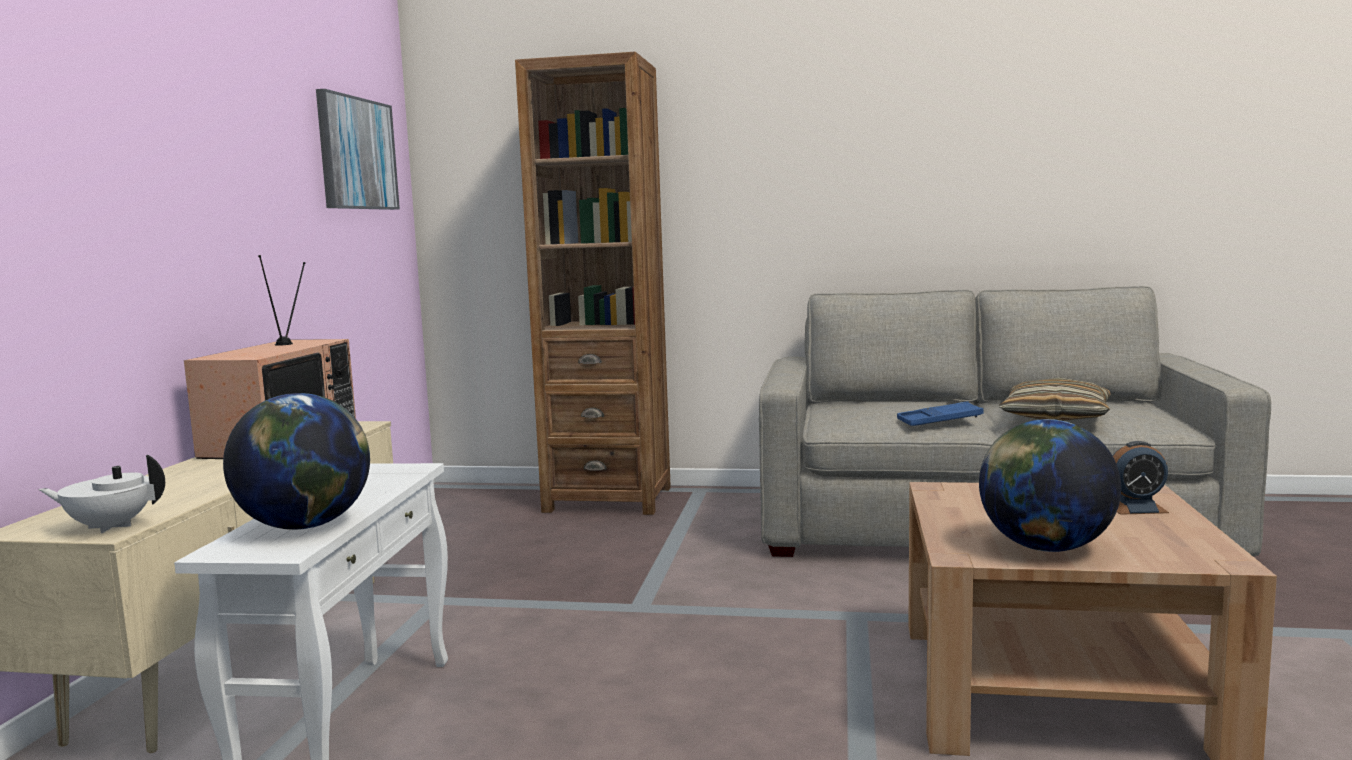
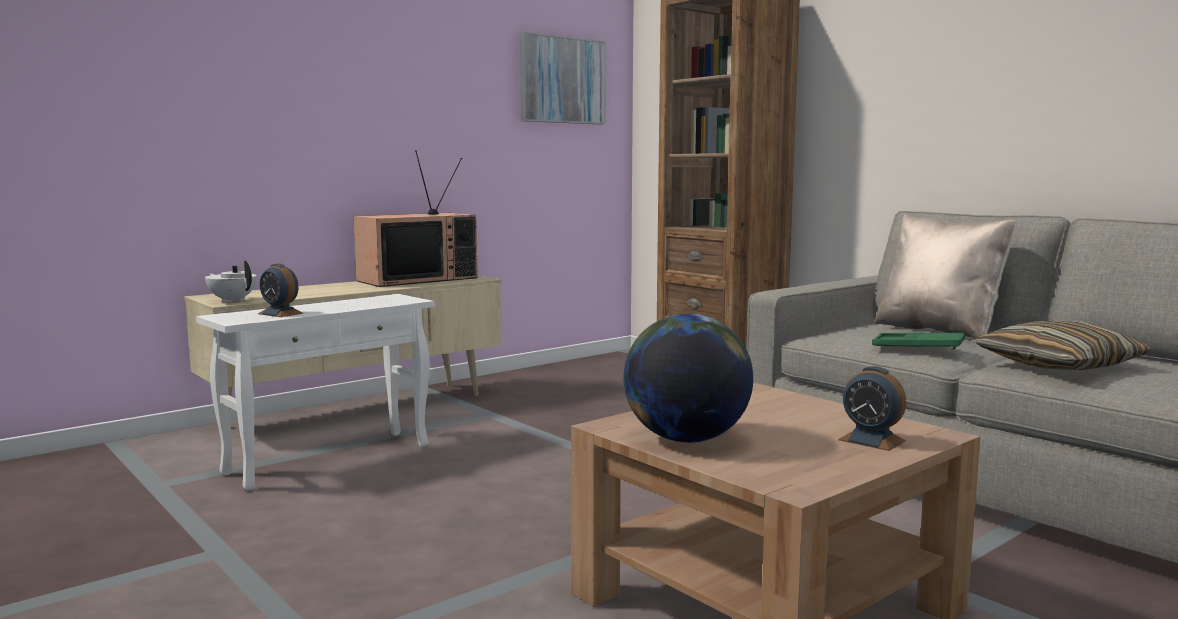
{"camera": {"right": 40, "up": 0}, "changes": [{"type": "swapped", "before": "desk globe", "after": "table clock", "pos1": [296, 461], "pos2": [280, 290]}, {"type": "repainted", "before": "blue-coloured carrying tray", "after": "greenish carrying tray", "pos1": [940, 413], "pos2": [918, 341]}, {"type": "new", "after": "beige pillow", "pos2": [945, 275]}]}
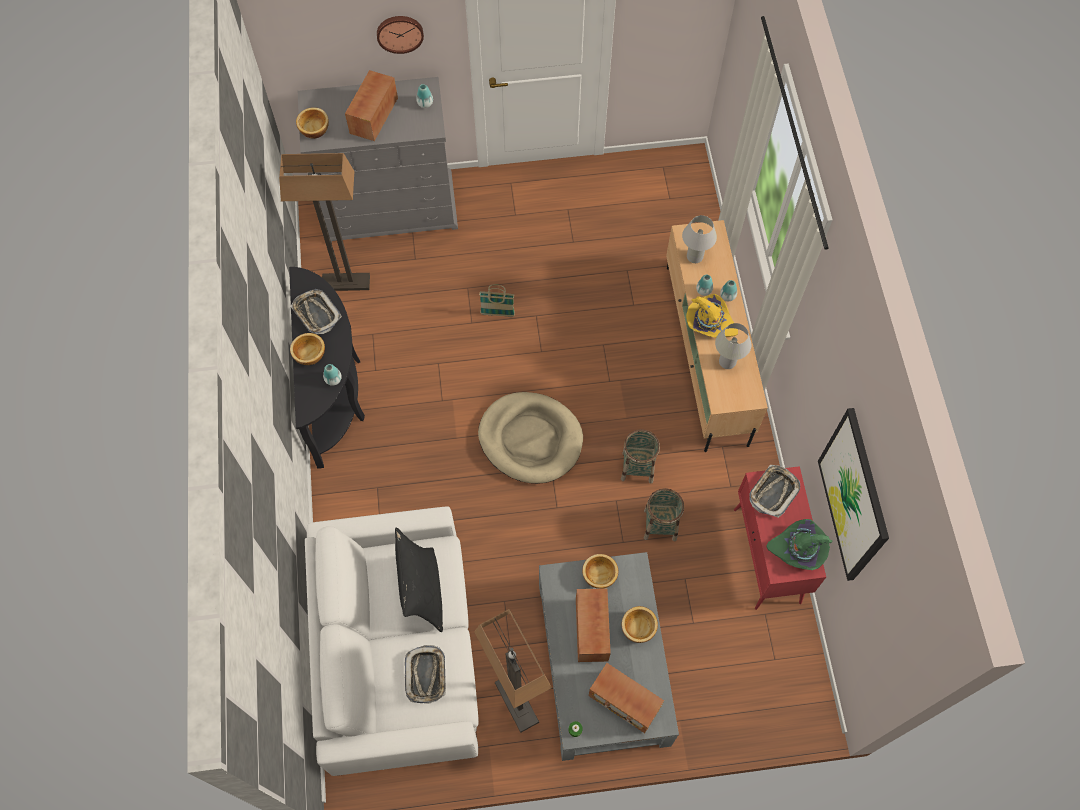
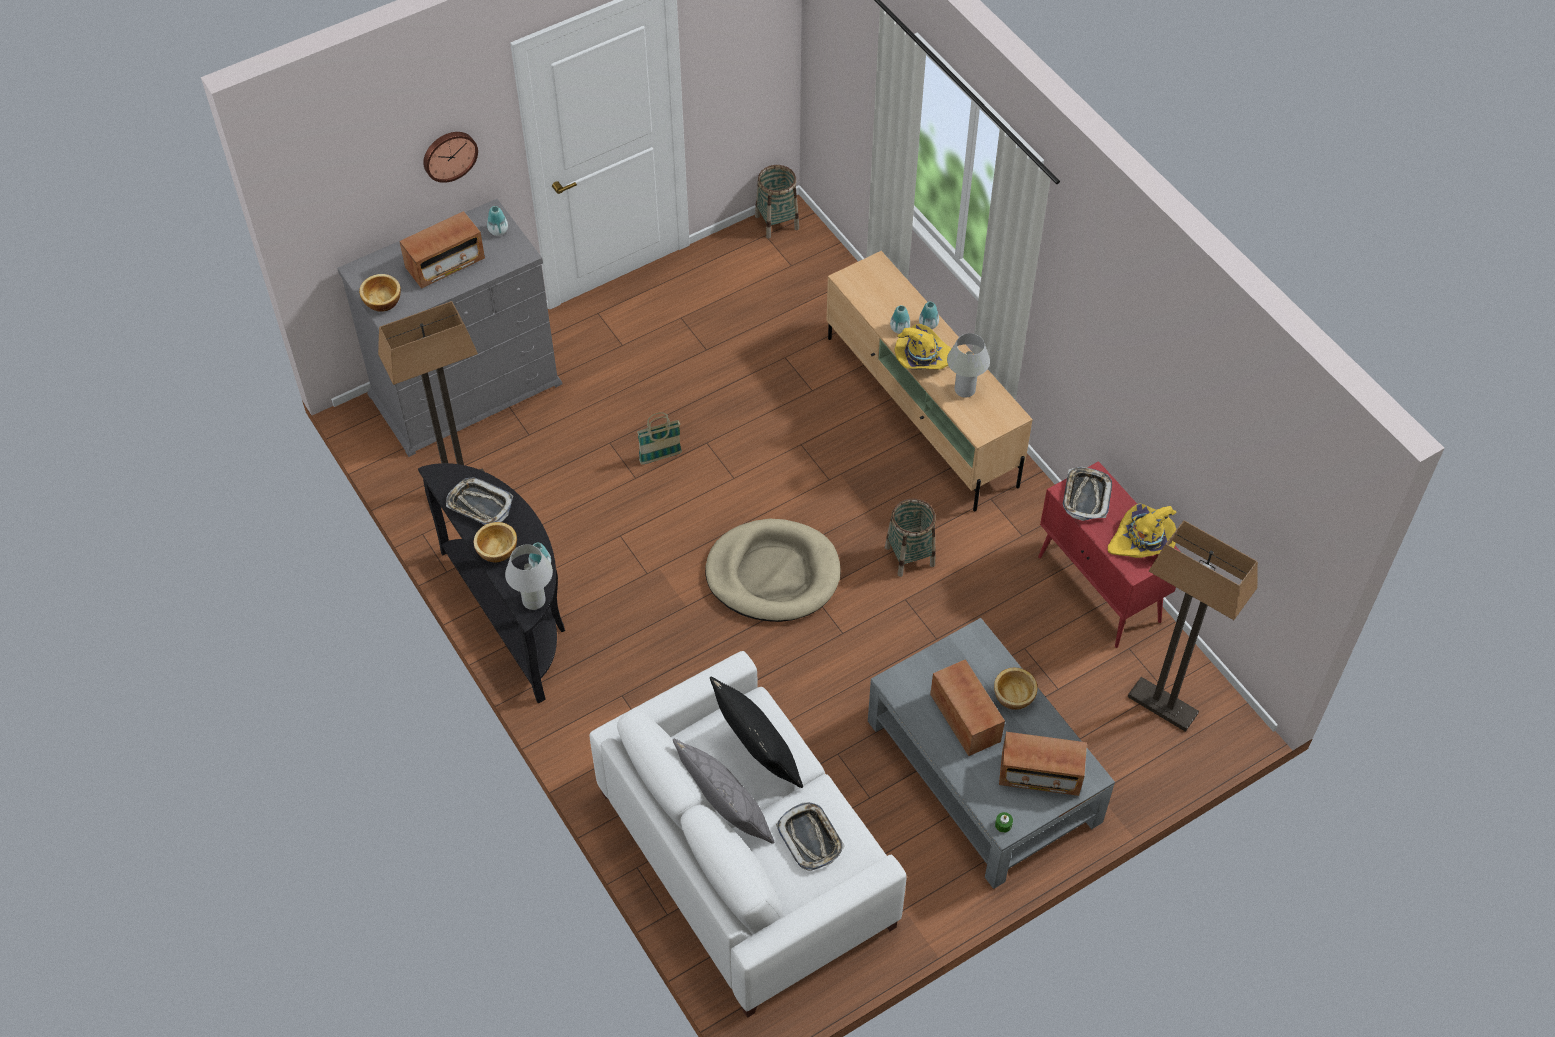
{"camera": {"right": -25, "up": -10}, "changes": [{"type": "rotated", "before": "radio set", "pos1": [371, 105], "pos2": [442, 250], "turn": -120}, {"type": "shifted", "before": "white-coloured lamp for a table", "pos1": [699, 239], "pos2": [529, 577]}, {"type": "gone", "before": "wall picture", "pos1": [853, 494]}, {"type": "shifted", "before": "basket", "pos1": [664, 515], "pos2": [777, 202]}, {"type": "repainted", "before": "greenish wearable hat", "after": "yellow wearable hat", "pos1": [799, 544], "pos2": [1142, 530]}, {"type": "gone", "before": "deep dish", "pos1": [600, 571]}, {"type": "shifted", "before": "standing lamp", "pos1": [513, 671], "pos2": [1193, 626]}, {"type": "new", "after": "greyish pillow", "pos2": [723, 791]}]}
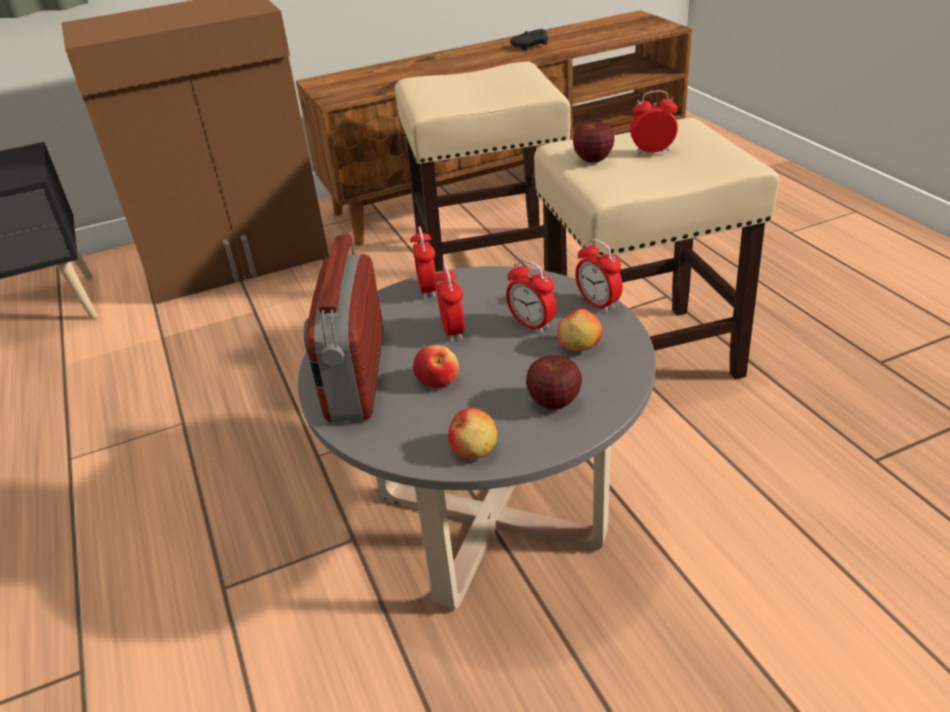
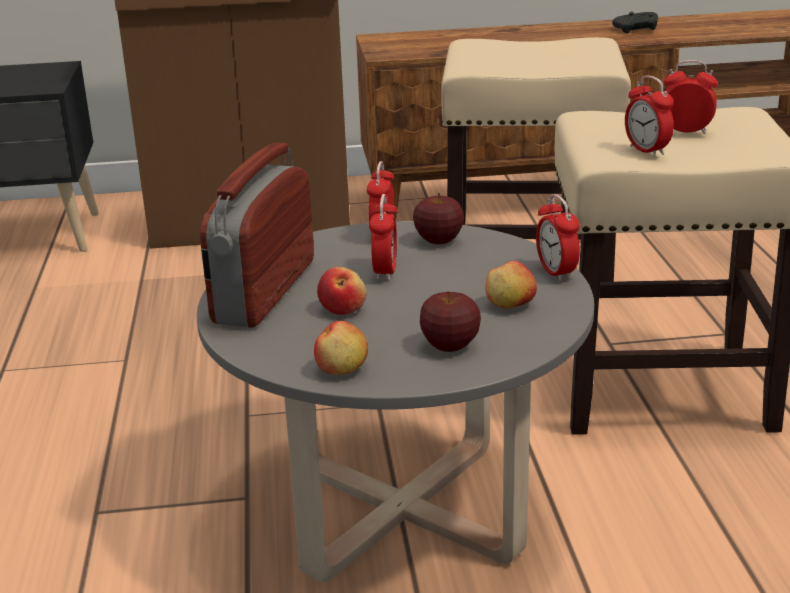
{"camera": {"right": 15, "up": -10}, "changes": [{"type": "shifted", "before": "apple fruit", "pos1": [593, 141], "pos2": [438, 218]}, {"type": "shifted", "before": "table clock", "pos1": [531, 296], "pos2": [649, 116]}]}
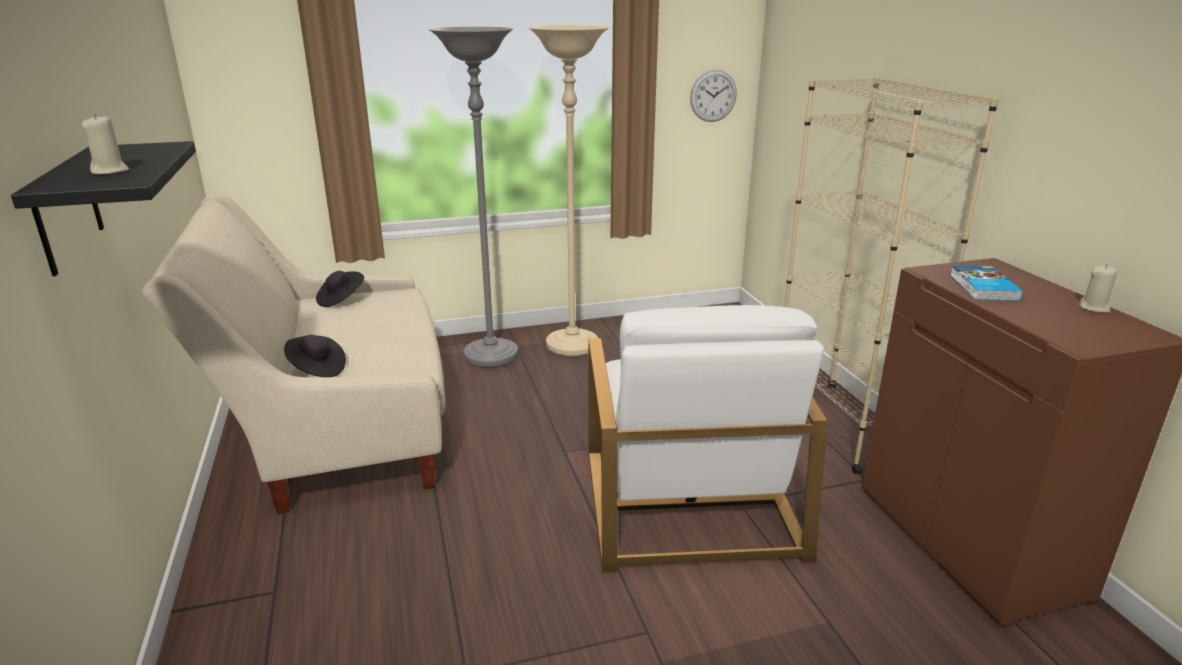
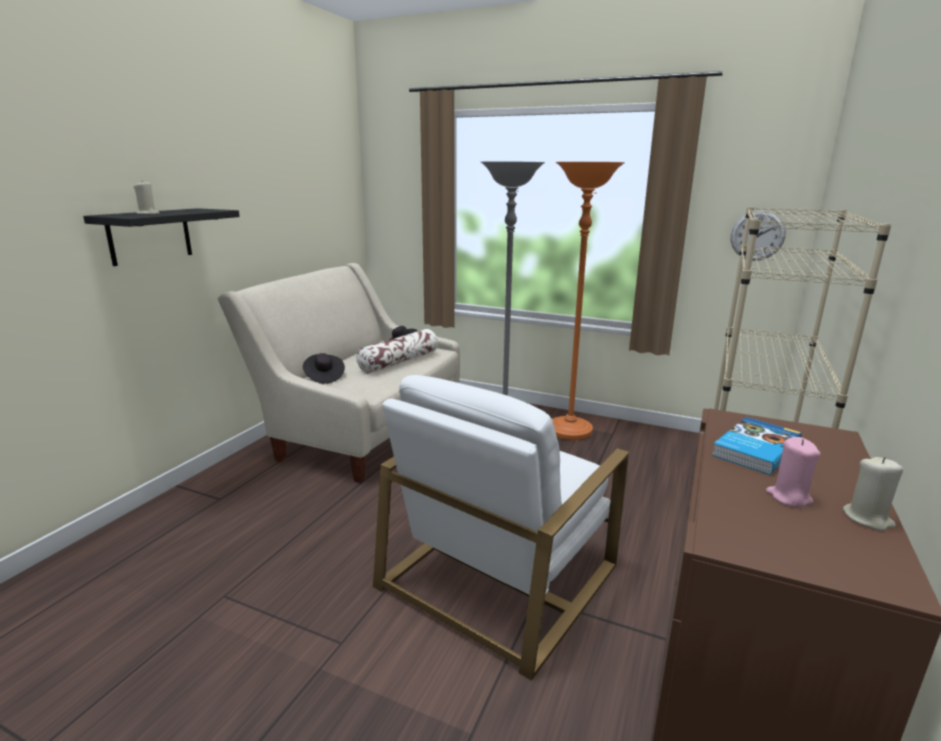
{"camera": {"right": 40, "up": -5}, "changes": [{"type": "repainted", "before": "beige standing lamp", "after": "orange standing lamp", "pos1": [568, 190], "pos2": [588, 301]}, {"type": "new", "after": "pillow", "pos2": [397, 351]}, {"type": "new", "after": "pinkish wax candle", "pos2": [793, 472]}]}
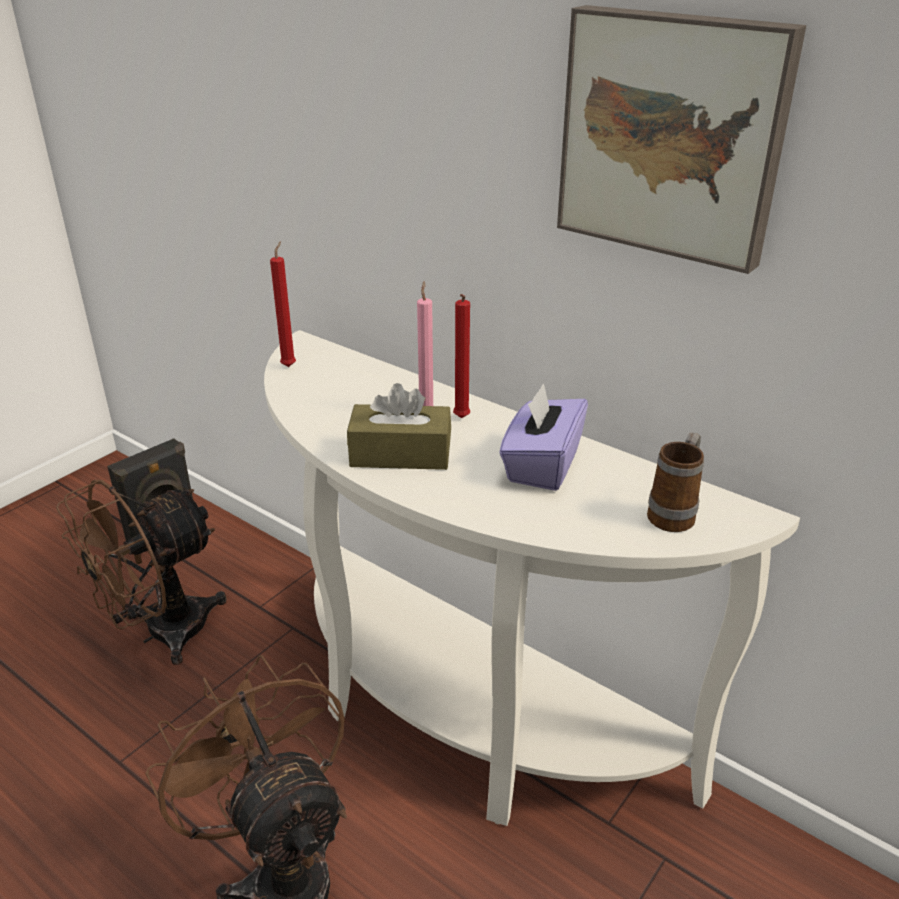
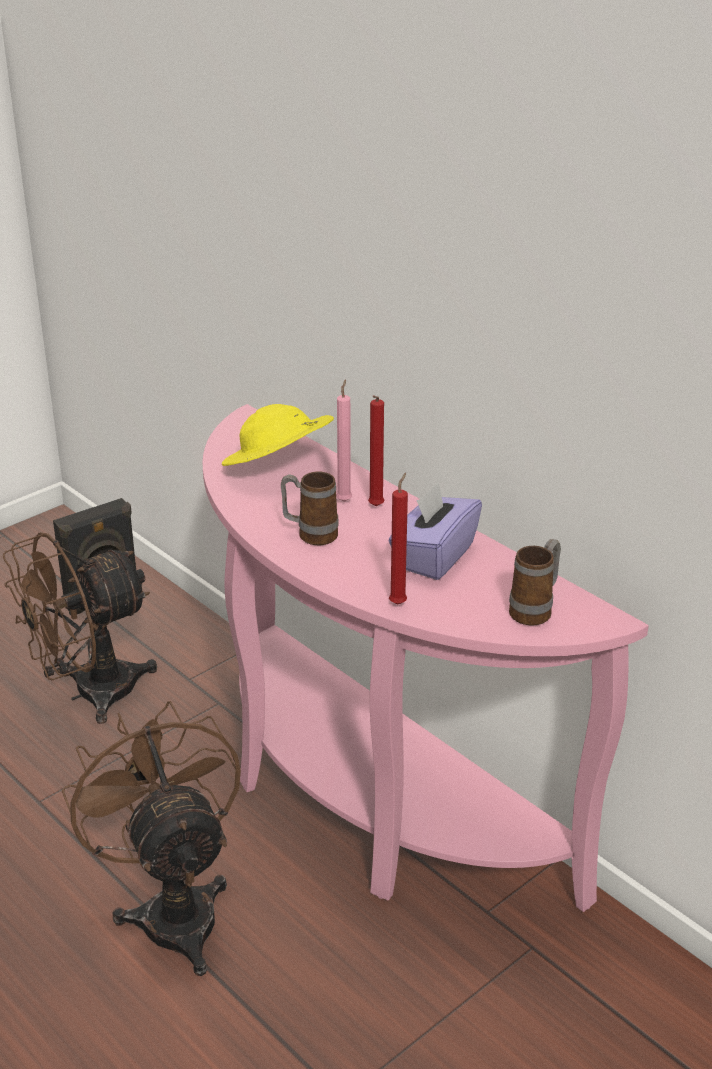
{"camera": {"right": 10, "up": 0}, "changes": [{"type": "gone", "before": "wall picture", "pos1": [681, 139]}, {"type": "shifted", "before": "red wax candle", "pos1": [283, 304], "pos2": [398, 538]}, {"type": "repainted", "before": "white-coloured console table", "after": "pinkish console table", "pos1": [532, 578], "pos2": [426, 658]}, {"type": "swapped", "before": "brown-coloured box of tissues", "after": "tea mug", "pos1": [399, 426], "pos2": [310, 508]}, {"type": "new", "after": "yellow wearable hat", "pos2": [278, 435]}]}
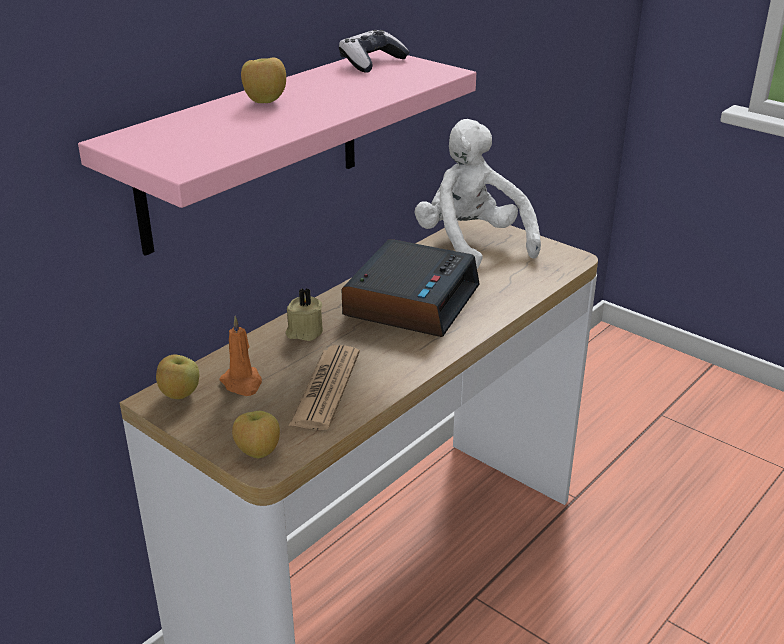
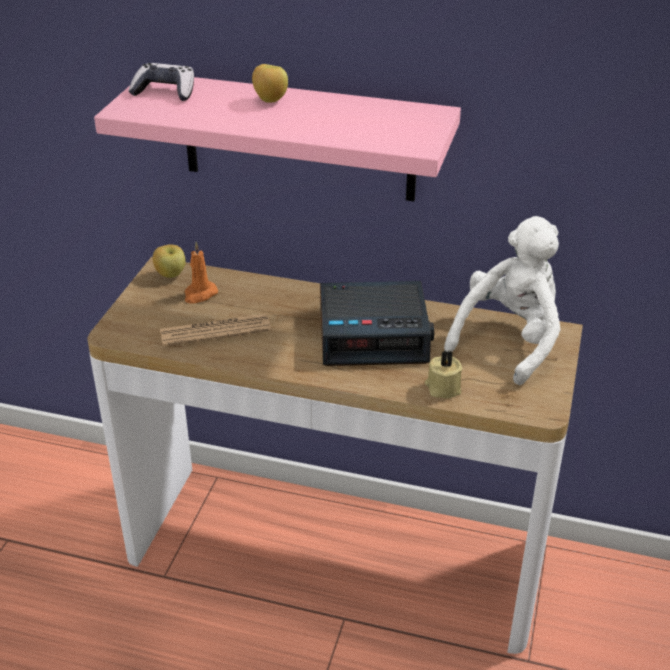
{"camera": {"right": 65, "up": 5}, "changes": [{"type": "shifted", "before": "game controller", "pos1": [374, 51], "pos2": [161, 82]}, {"type": "shifted", "before": "beige wax candle", "pos1": [304, 314], "pos2": [443, 374]}, {"type": "gone", "before": "apple fruit", "pos1": [256, 434]}]}
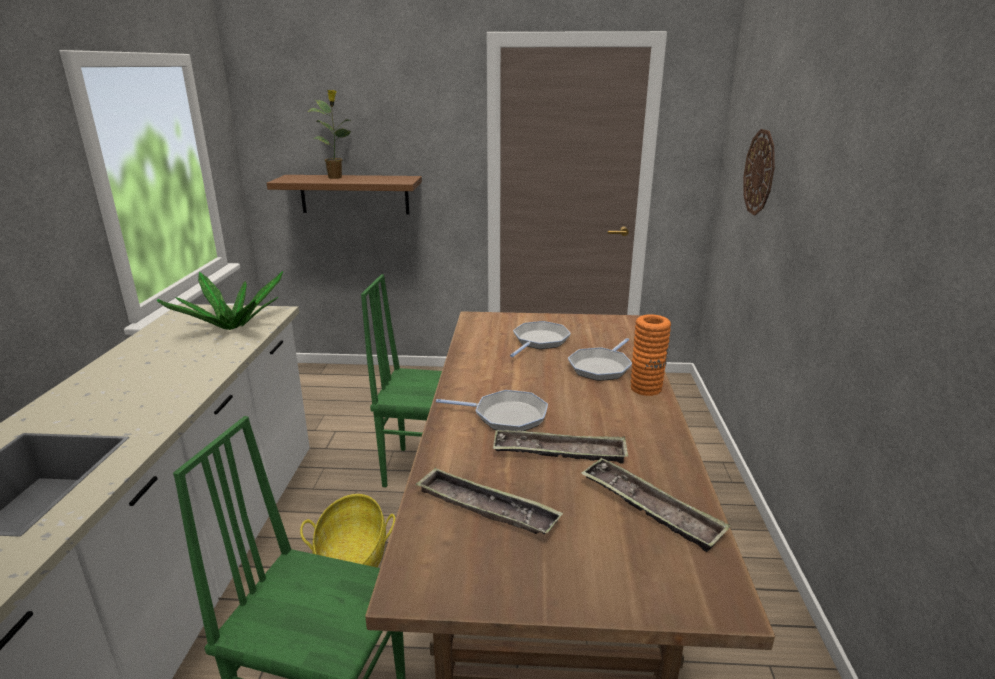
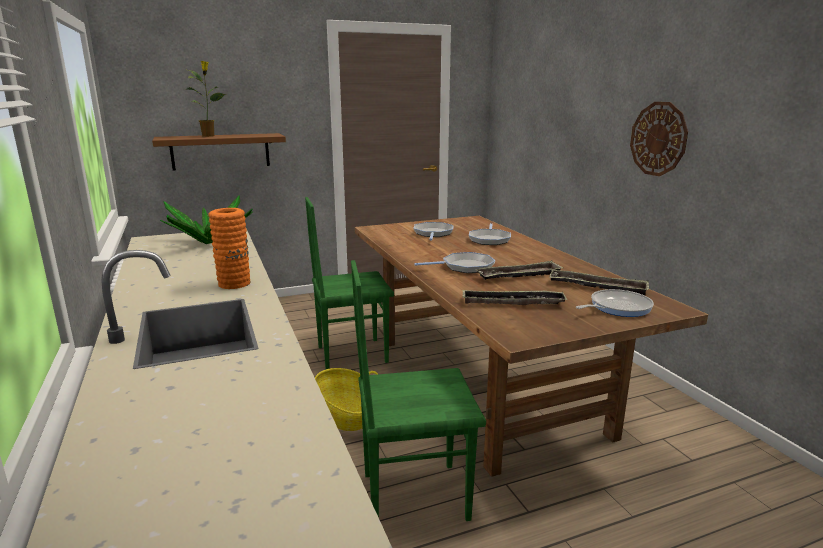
{"camera": {"right": -25, "up": -5}, "changes": [{"type": "shifted", "before": "clock on the wall", "pos1": [759, 172], "pos2": [659, 139]}, {"type": "shifted", "before": "orange decorative vase", "pos1": [651, 355], "pos2": [229, 248]}, {"type": "new", "after": "frying pan", "pos2": [615, 303]}]}
